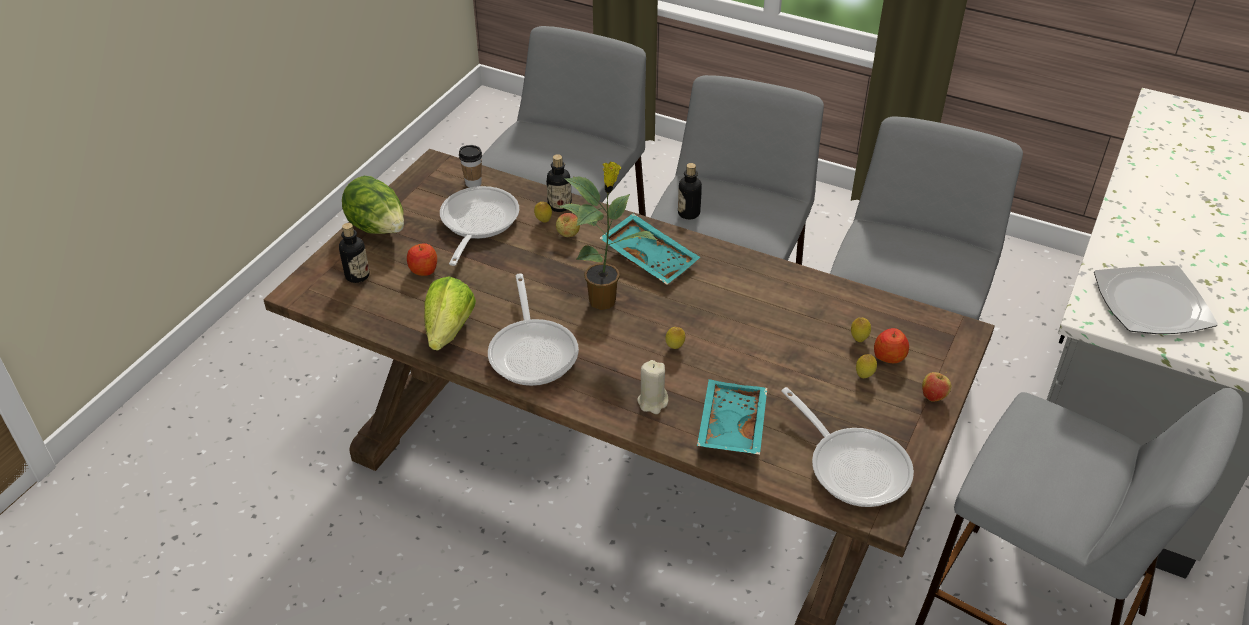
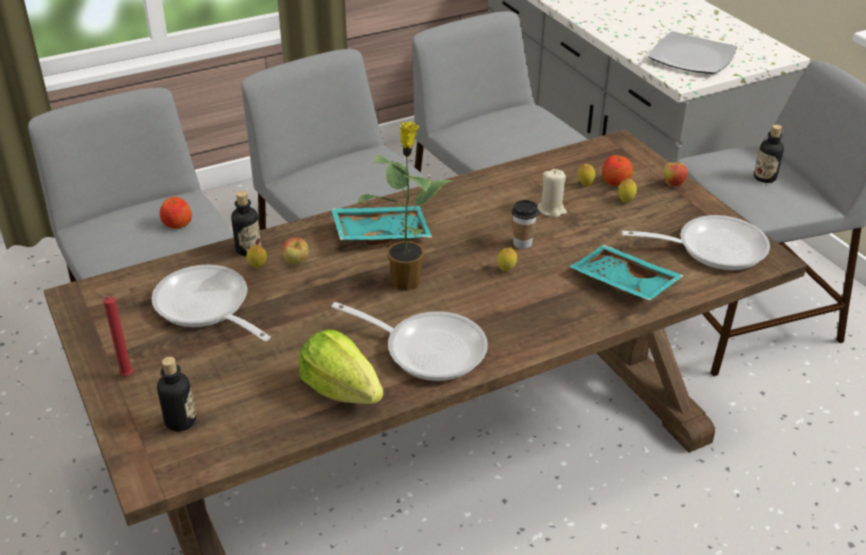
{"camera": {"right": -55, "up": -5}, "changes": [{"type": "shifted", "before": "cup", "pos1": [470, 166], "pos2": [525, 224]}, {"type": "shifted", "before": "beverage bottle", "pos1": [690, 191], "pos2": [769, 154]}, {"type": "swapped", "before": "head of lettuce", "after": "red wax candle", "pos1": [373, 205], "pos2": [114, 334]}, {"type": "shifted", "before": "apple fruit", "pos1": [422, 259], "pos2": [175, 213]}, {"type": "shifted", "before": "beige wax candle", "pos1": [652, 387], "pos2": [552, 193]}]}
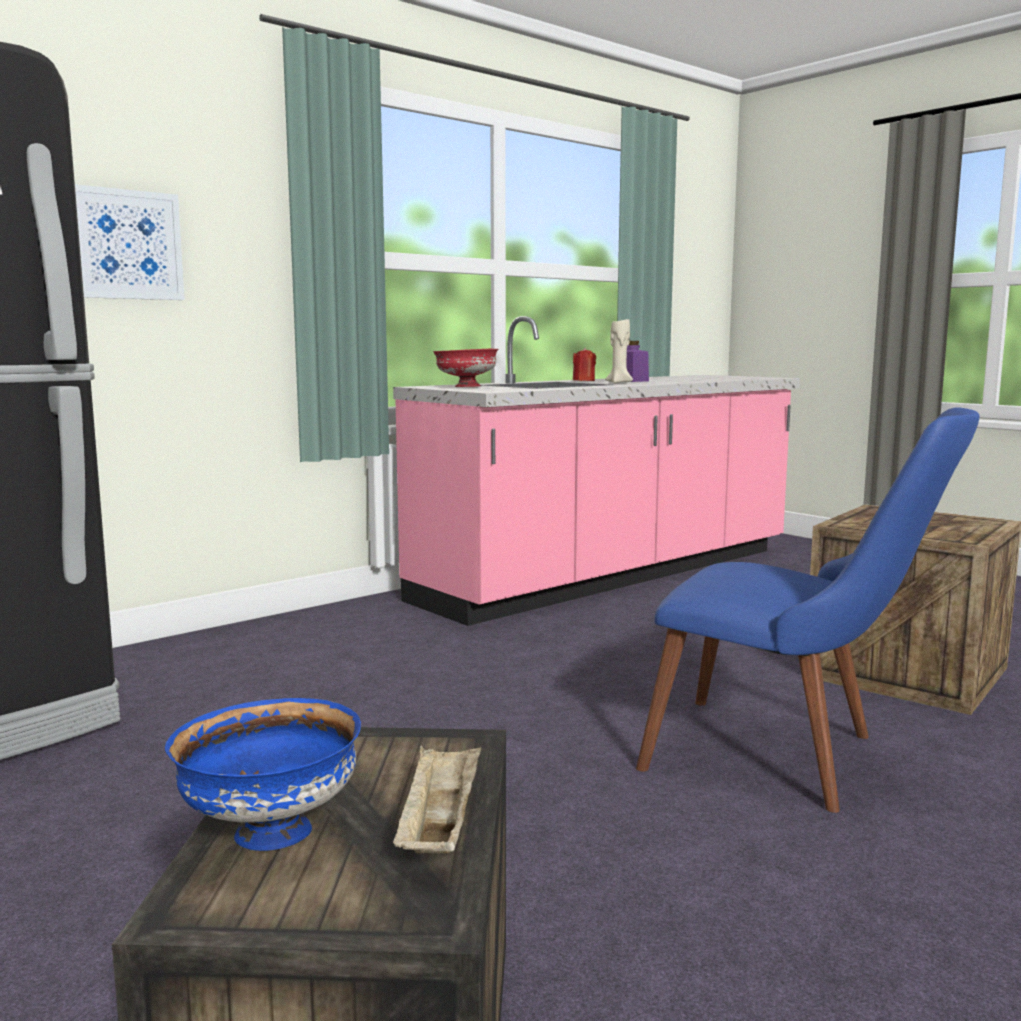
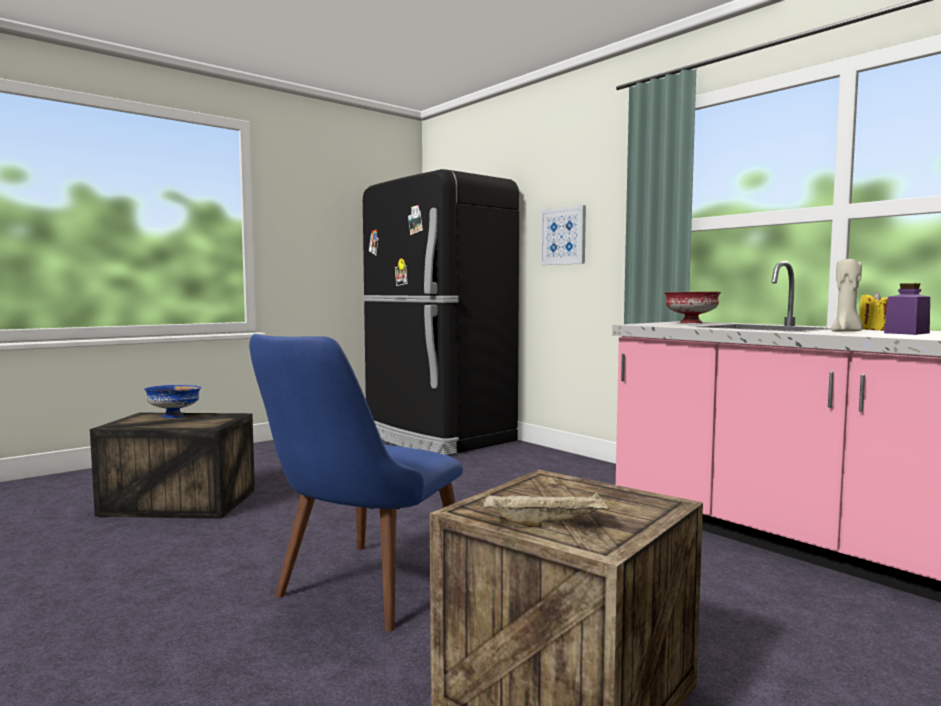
{"camera": {"right": 90, "up": -5}, "changes": [{"type": "repainted", "before": "red wax candle", "after": "yellow wax candle", "pos1": [584, 364], "pos2": [873, 311]}, {"type": "shifted", "before": "beige carrying tray", "pos1": [437, 800], "pos2": [546, 509]}]}
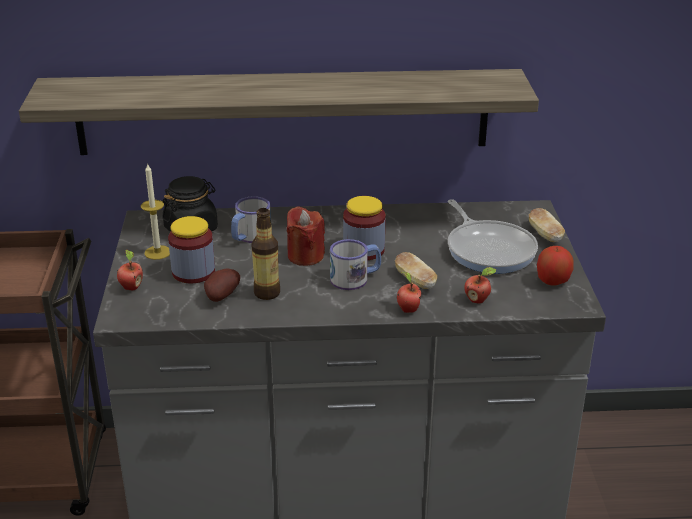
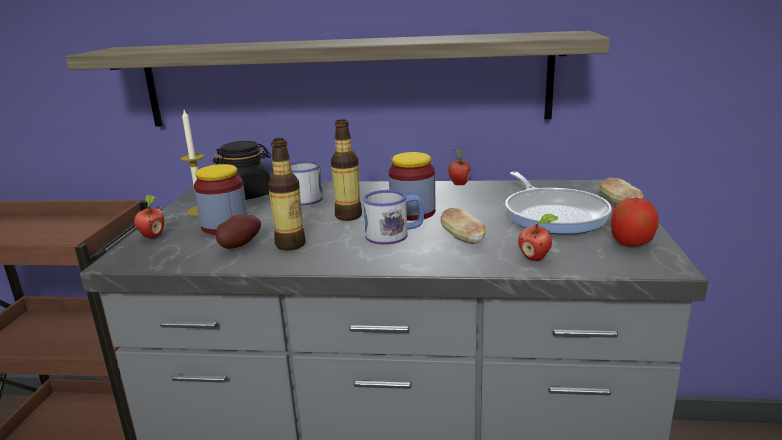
{"camera": {"right": 10, "up": -10}, "changes": [{"type": "swapped", "before": "red wax candle", "after": "beverage bottle", "pos1": [306, 236], "pos2": [346, 170]}, {"type": "shifted", "before": "apple fruit", "pos1": [409, 292], "pos2": [459, 167]}]}
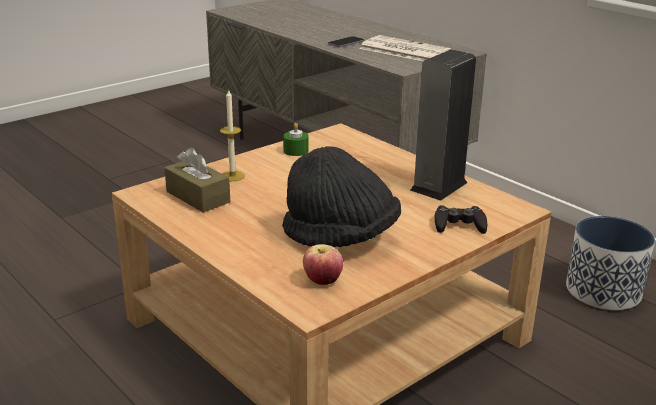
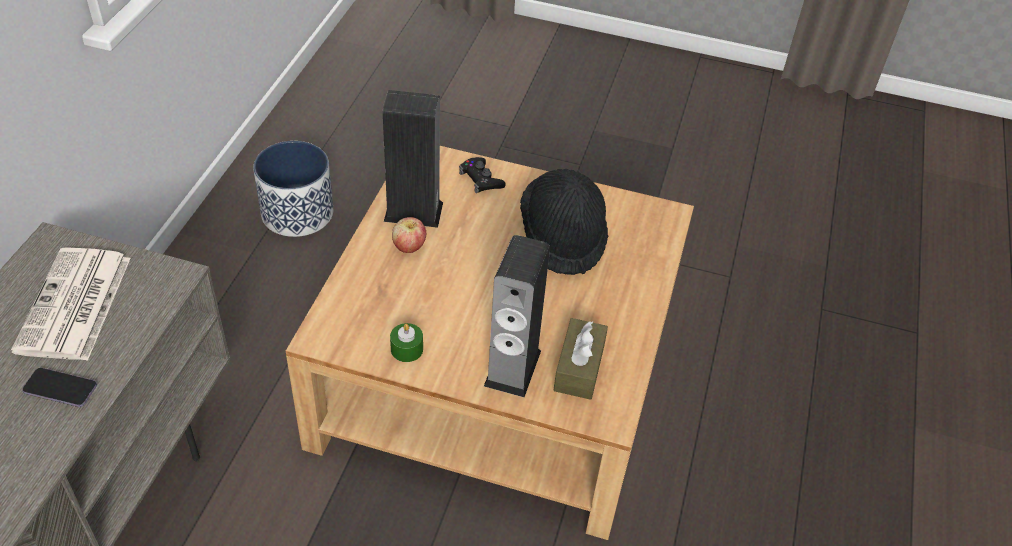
{"camera": {"right": -125, "up": 20}, "changes": [{"type": "swapped", "before": "wax candle", "after": "audio speaker", "pos1": [232, 135], "pos2": [517, 316]}, {"type": "shifted", "before": "apple fruit", "pos1": [323, 264], "pos2": [409, 235]}]}
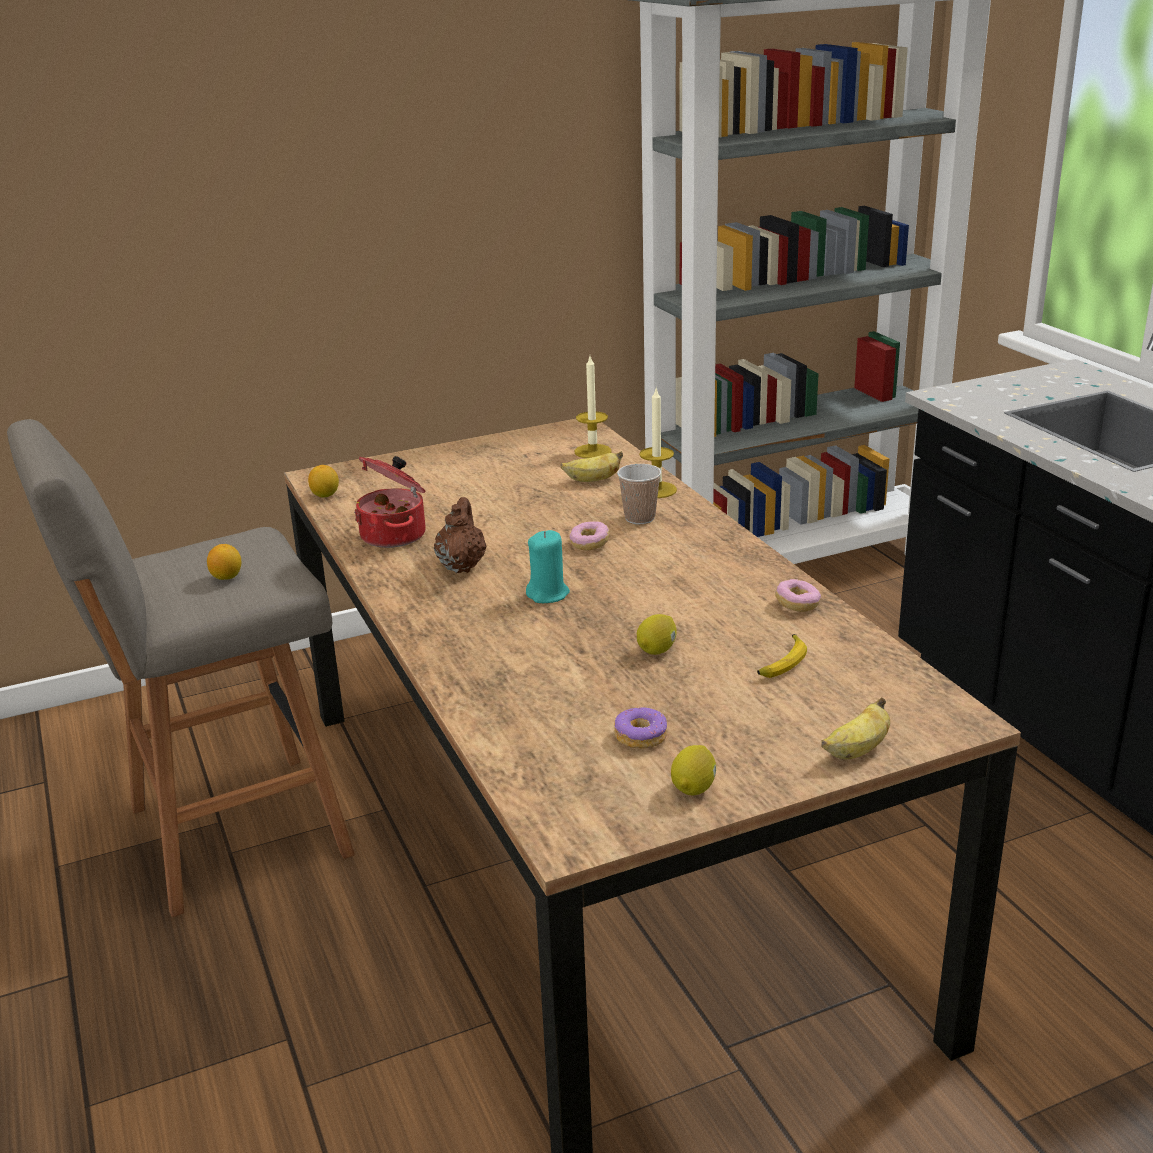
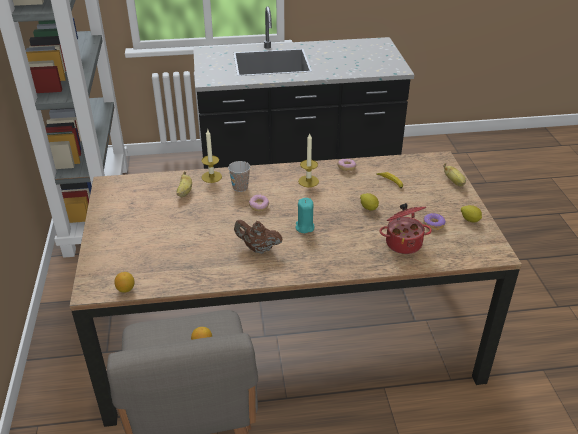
{"camera": {"right": -75, "up": 10}, "changes": [{"type": "shifted", "before": "wax candle", "pos1": [593, 407], "pos2": [308, 160]}, {"type": "shifted", "before": "cooking pot", "pos1": [390, 502], "pos2": [405, 228]}]}
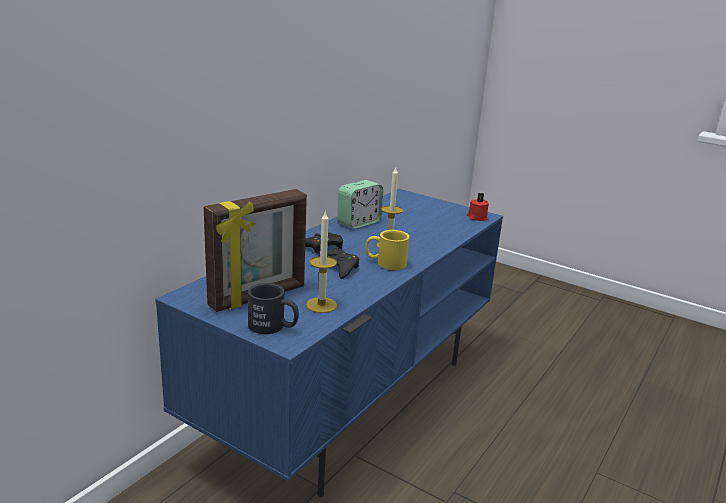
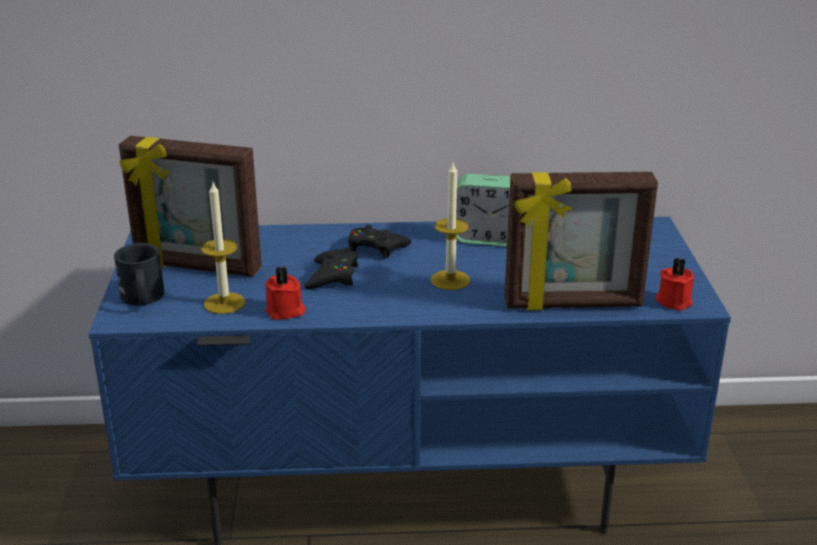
{"camera": {"right": 55, "up": 5}, "changes": [{"type": "gone", "before": "yellow tea mug", "pos1": [387, 250]}, {"type": "new", "after": "picture frame", "pos2": [581, 241]}, {"type": "new", "after": "red wax candle", "pos2": [285, 293]}]}
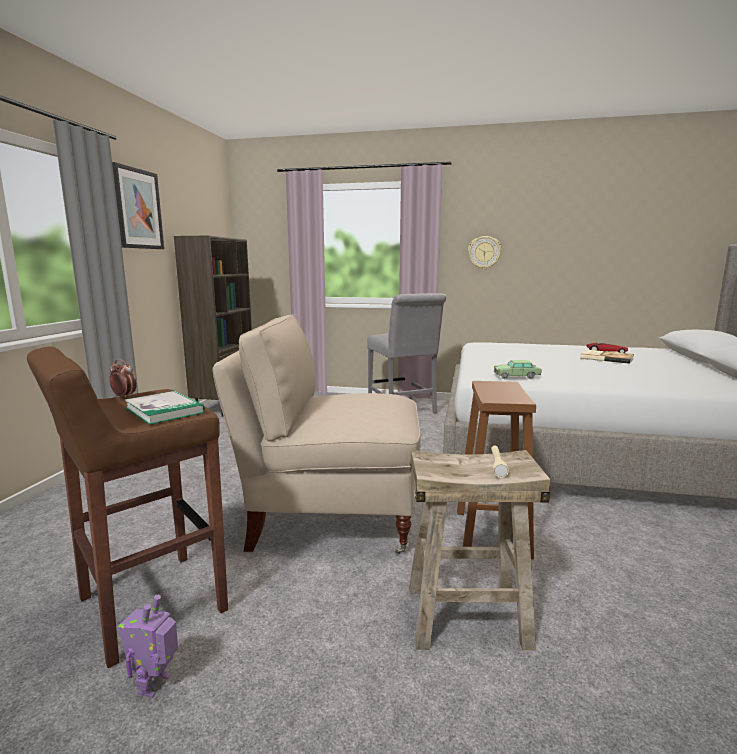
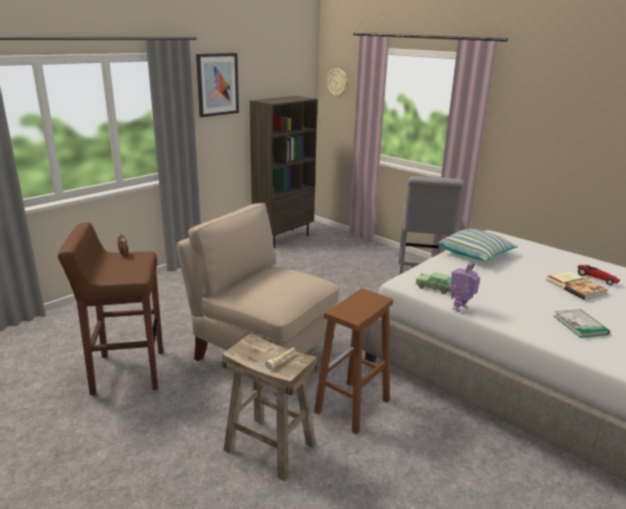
{"camera": {"right": 30, "up": 10}, "changes": [{"type": "shifted", "before": "clock on the wall", "pos1": [485, 253], "pos2": [337, 83]}, {"type": "shifted", "before": "volume", "pos1": [165, 408], "pos2": [582, 323]}, {"type": "shifted", "before": "robot figure", "pos1": [148, 646], "pos2": [465, 287]}, {"type": "new", "after": "pillow", "pos2": [478, 245]}]}
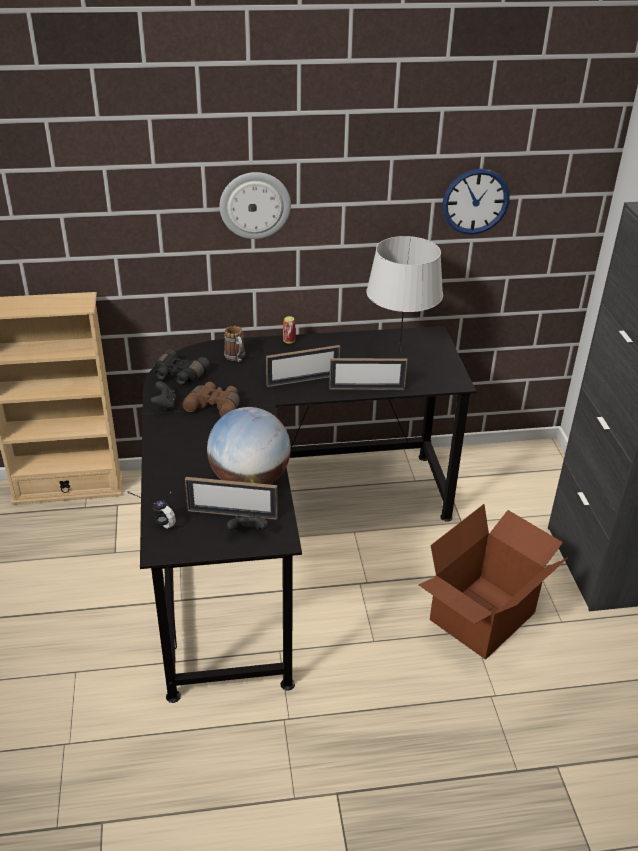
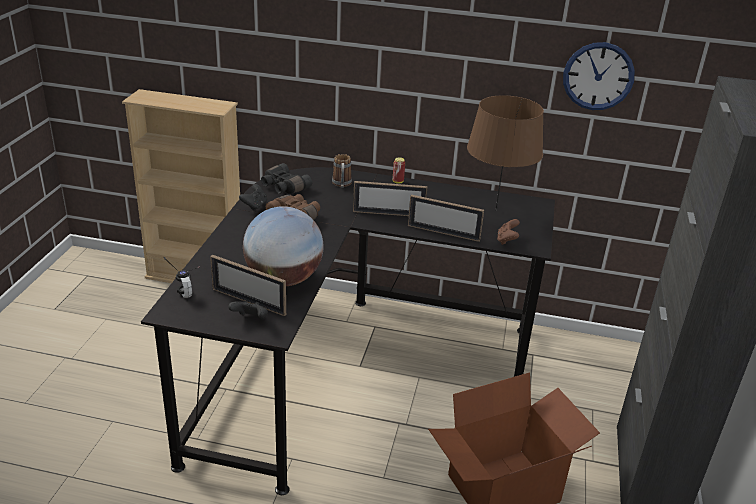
{"camera": {"right": 20, "up": -5}, "changes": [{"type": "gone", "before": "clock on the wall", "pos1": [255, 205]}, {"type": "repainted", "before": "greyish lamp for a table", "after": "brown-coloured lamp for a table", "pos1": [404, 294], "pos2": [505, 153]}, {"type": "new", "after": "brown-coloured game controller", "pos2": [508, 232]}]}
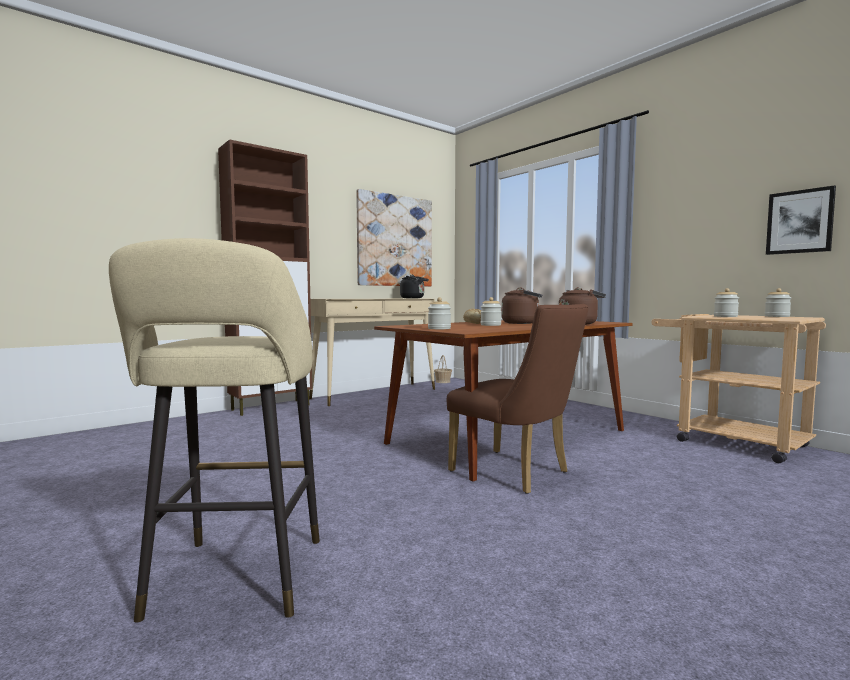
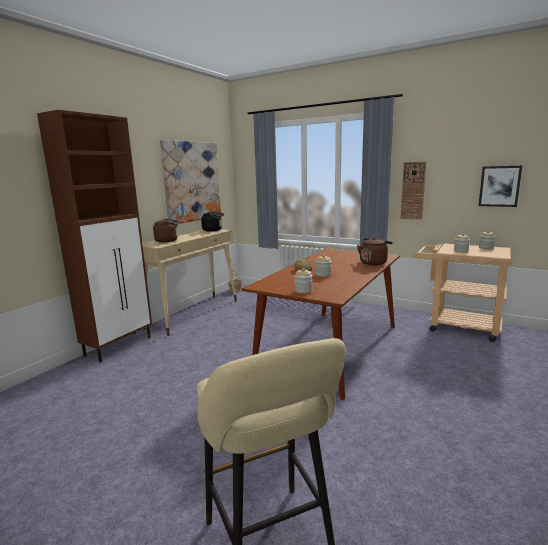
{"camera": {"right": -20, "up": 10}, "changes": [{"type": "shifted", "before": "brown-coloured water kettle", "pos1": [522, 305], "pos2": [166, 230]}, {"type": "gone", "before": "brown-coloured upright chair", "pos1": [517, 399]}, {"type": "new", "after": "clock on the wall", "pos2": [413, 191]}]}
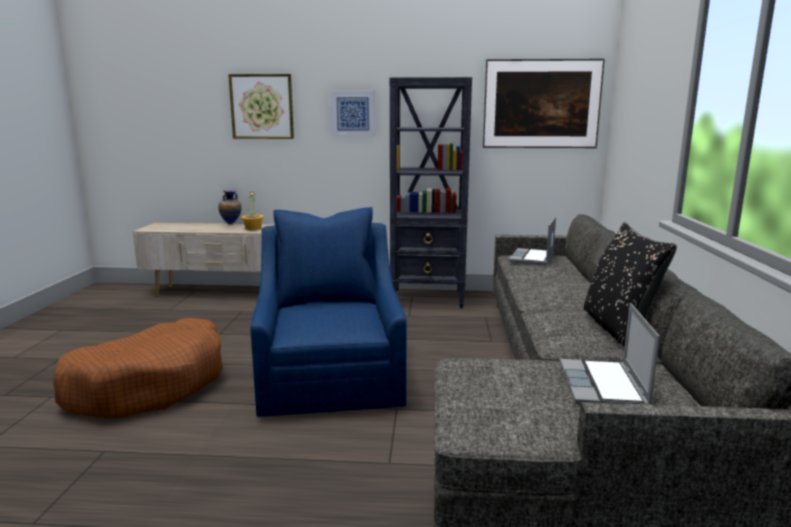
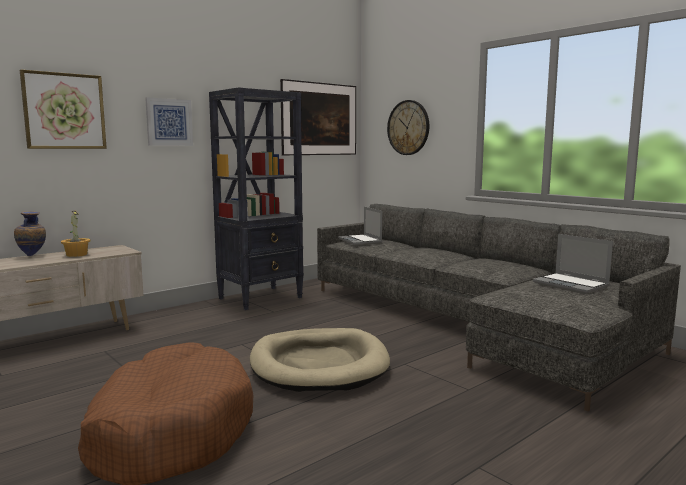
{"camera": {"right": -45, "up": -5}, "changes": [{"type": "swapped", "before": "blue-coloured lounge chair", "after": "beige dog bed", "pos1": [328, 312], "pos2": [320, 360]}, {"type": "gone", "before": "black pillow", "pos1": [630, 284]}, {"type": "new", "after": "clock on the wall", "pos2": [408, 127]}]}
